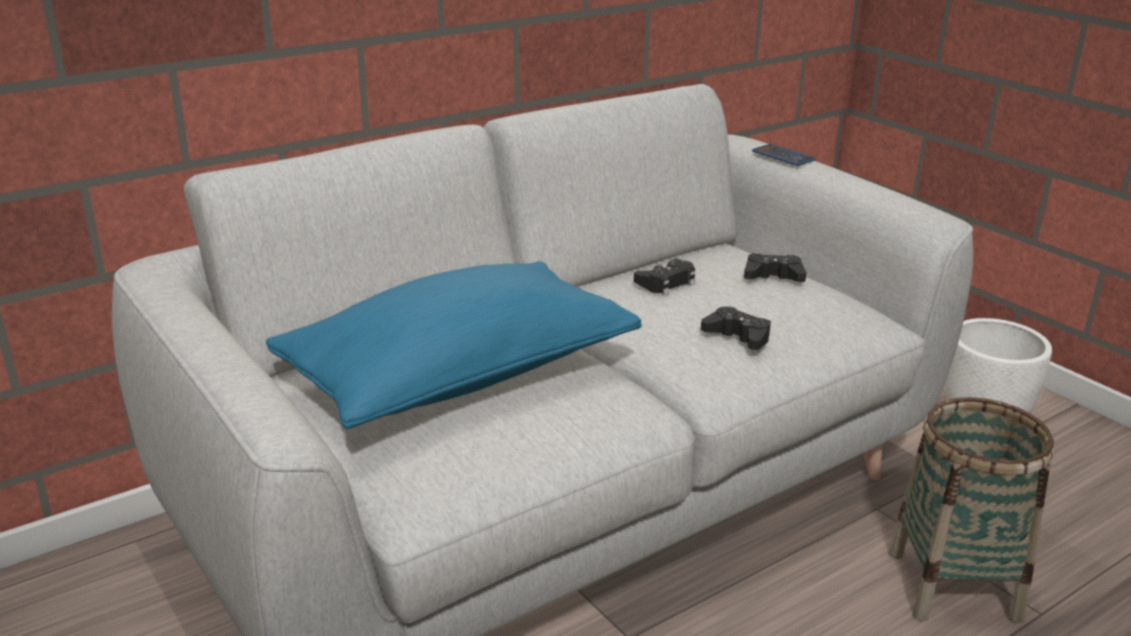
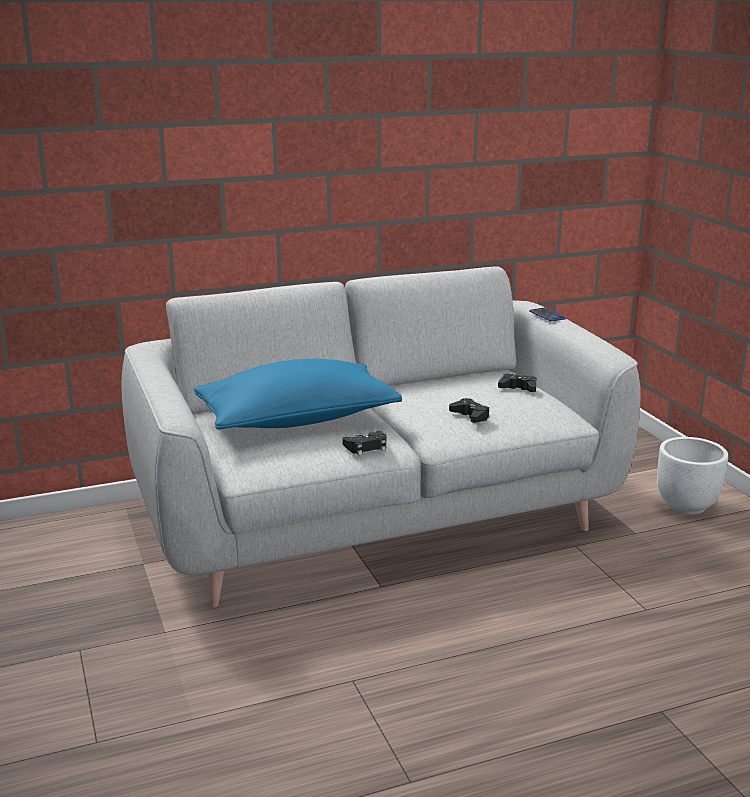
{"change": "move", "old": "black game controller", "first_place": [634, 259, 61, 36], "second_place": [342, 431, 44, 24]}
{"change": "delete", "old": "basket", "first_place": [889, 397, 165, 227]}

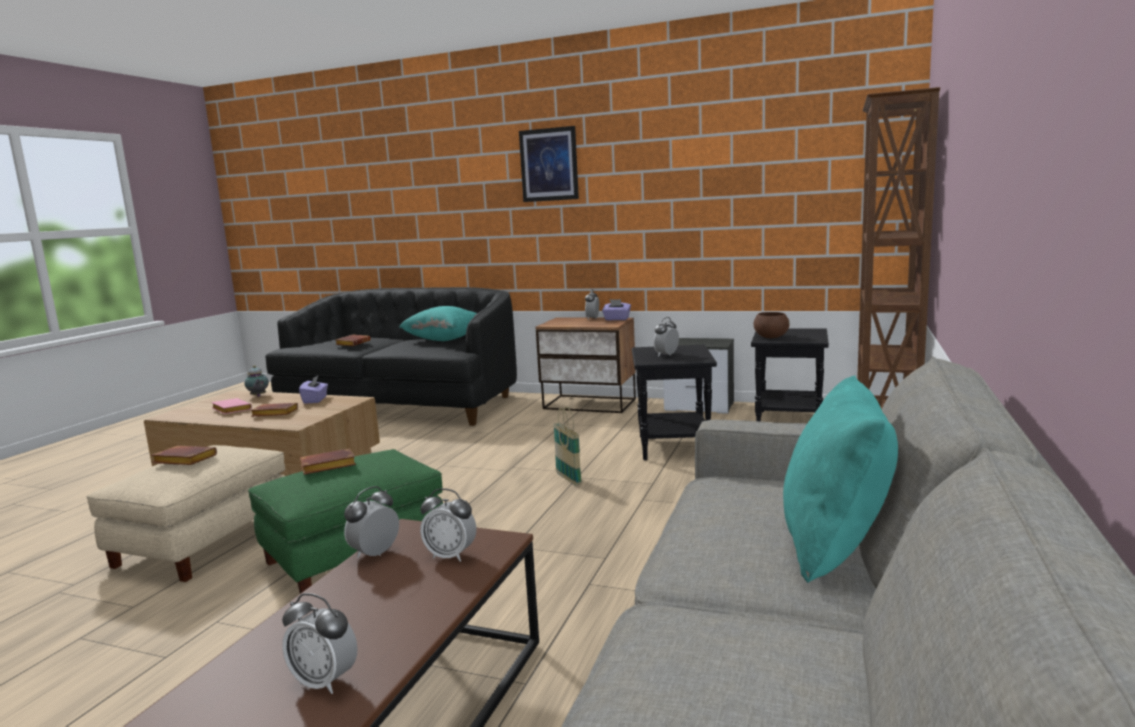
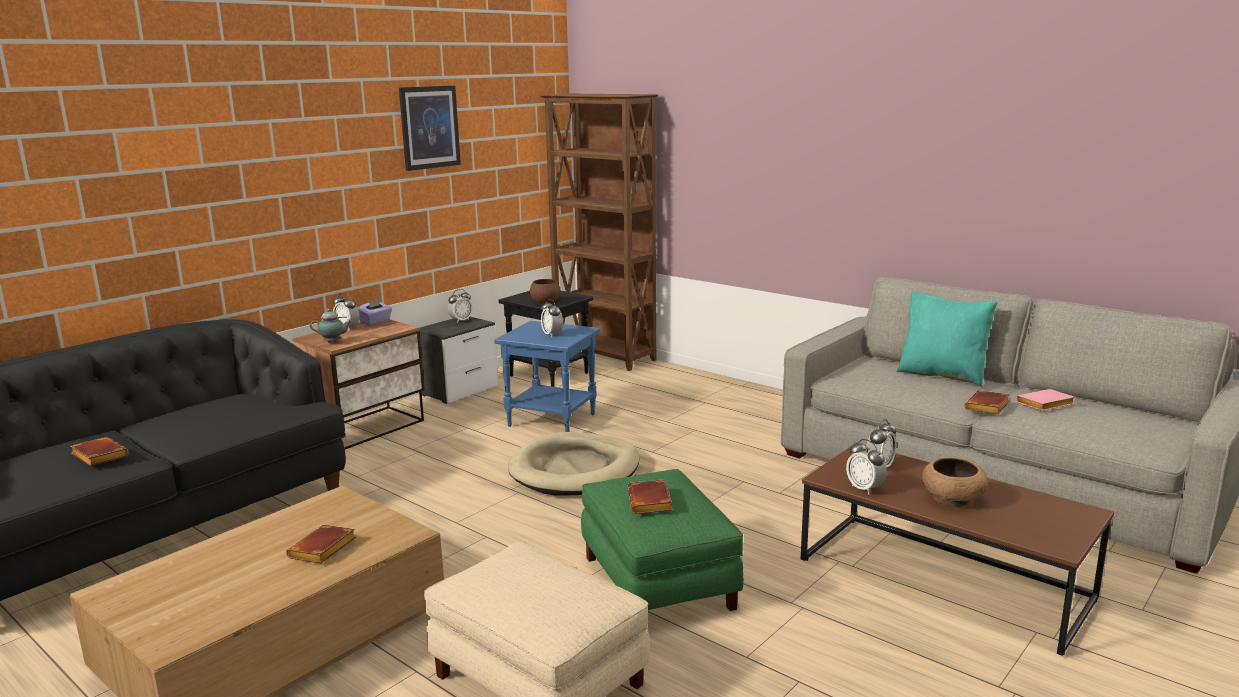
{"change": "move", "old": "picture", "first_place": [519, 126, 60, 76], "second_place": [399, 86, 62, 85]}
{"change": "delete", "old": "turquoise pillow", "first_place": [399, 306, 78, 35]}
{"change": "recolor", "old": "black side table", "new": "blue side table", "first_place": [632, 345, 85, 115], "second_place": [494, 321, 106, 111]}
{"change": "move", "old": "teapot", "first_place": [244, 365, 25, 32], "second_place": [310, 309, 42, 34]}
{"change": "delete", "old": "purple tissue box", "first_place": [299, 375, 29, 29]}
{"change": "move", "old": "pink book", "first_place": [211, 398, 41, 16], "second_place": [1017, 389, 58, 22]}
{"change": "replace", "old": "basket", "new": "beige dog bed", "first_place": [553, 407, 29, 79], "second_place": [508, 432, 132, 63]}
{"change": "move", "old": "brown book", "first_place": [151, 446, 66, 19], "second_place": [965, 390, 45, 24]}
{"change": "move", "old": "alarm clock", "first_place": [282, 593, 76, 101], "second_place": [448, 289, 25, 34]}
{"change": "insert", "new": "brown bowl", "second_place": [922, 457, 66, 50]}

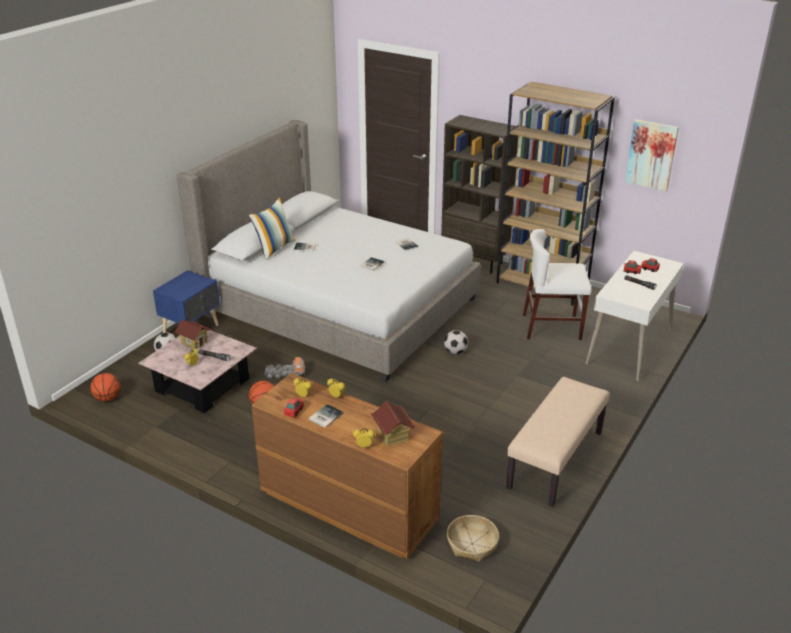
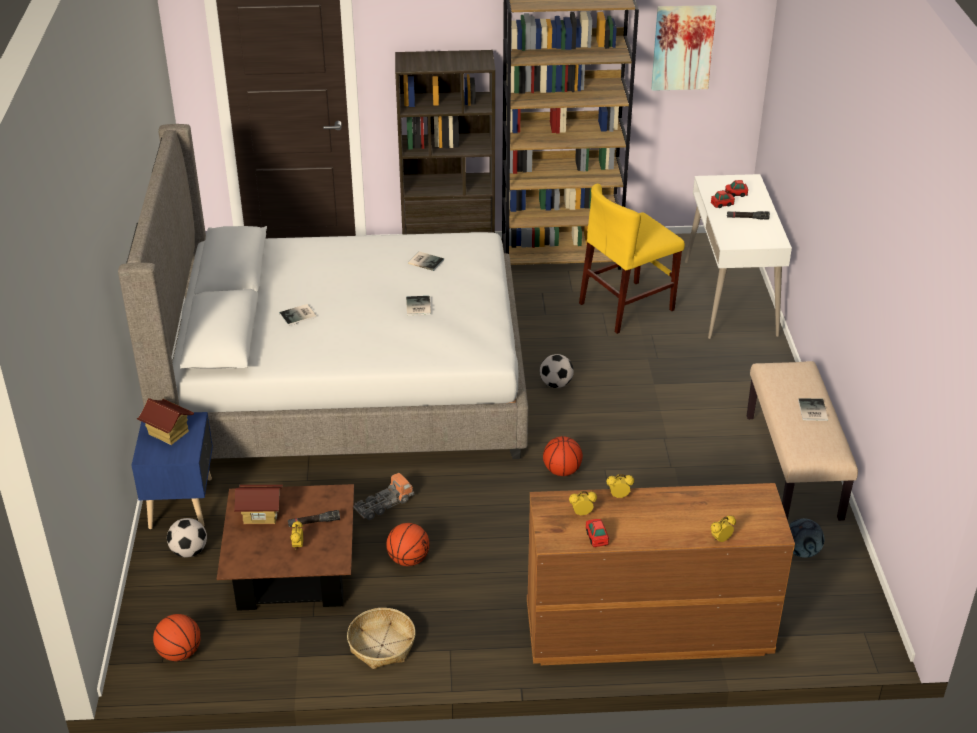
{"change": "delete", "old": "pillow", "first_place": [249, 197, 46, 63]}
{"change": "recolor", "old": "white chair", "new": "yellow chair", "first_place": [523, 229, 69, 111], "second_place": [579, 184, 106, 150]}
{"change": "recolor", "old": "pink coffee table", "new": "brown coffee table", "first_place": [138, 330, 119, 83], "second_place": [217, 484, 137, 127]}
{"change": "move", "old": "toy house", "first_place": [371, 401, 44, 45], "second_place": [137, 398, 57, 47]}
{"change": "move", "old": "book", "first_place": [309, 404, 35, 24], "second_place": [798, 398, 30, 23]}
{"change": "move", "old": "basket", "first_place": [447, 515, 52, 47], "second_place": [347, 608, 68, 61]}
{"change": "insert", "new": "basketball", "second_place": [543, 436, 40, 40]}
{"change": "insert", "new": "football", "second_place": [789, 518, 36, 40]}

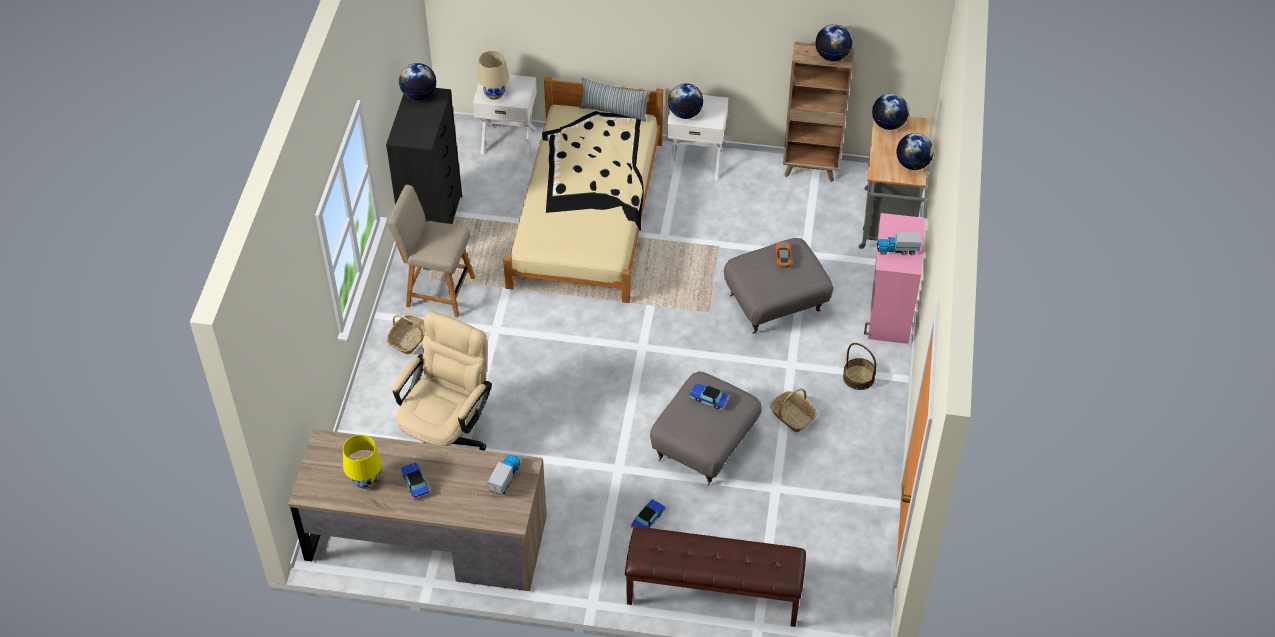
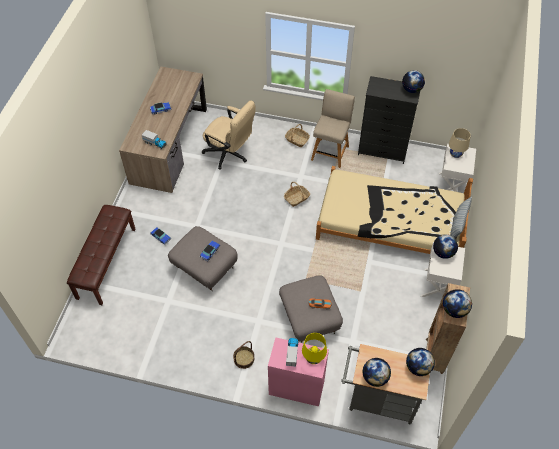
{"change": "move", "old": "basket", "first_place": [770, 388, 47, 44], "second_place": [284, 182, 26, 25]}
{"change": "move", "old": "yellow table lamp", "first_place": [343, 435, 39, 54], "second_place": [302, 333, 25, 31]}

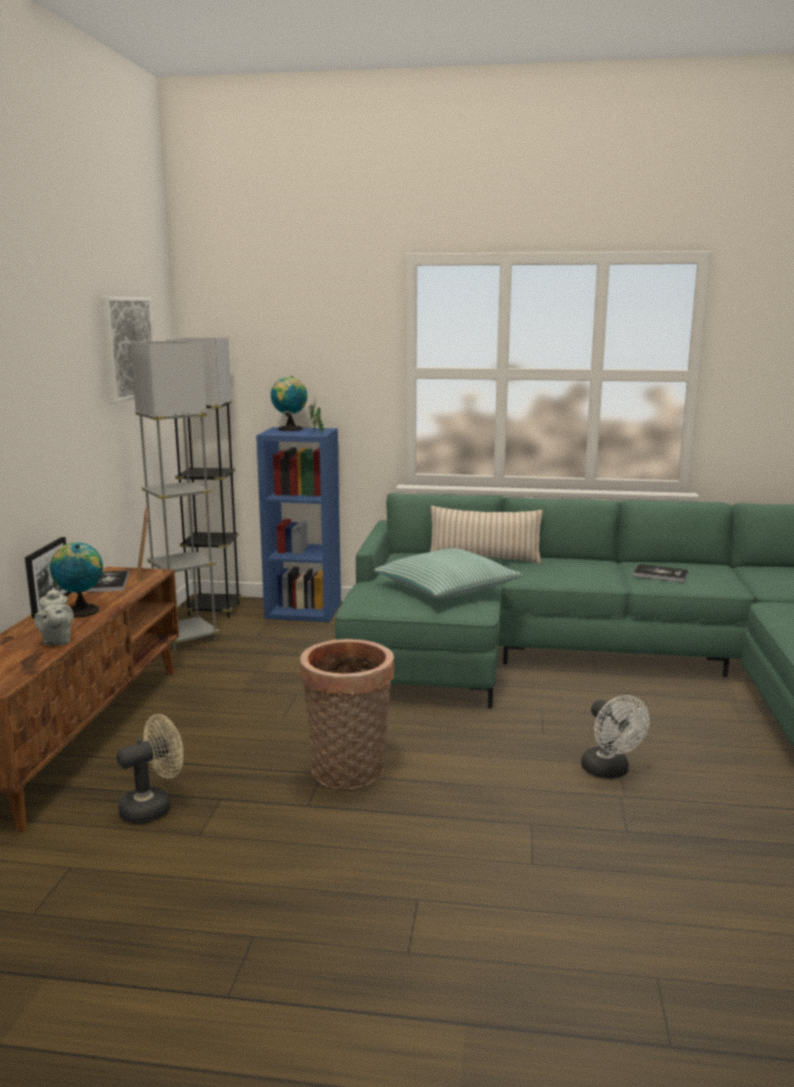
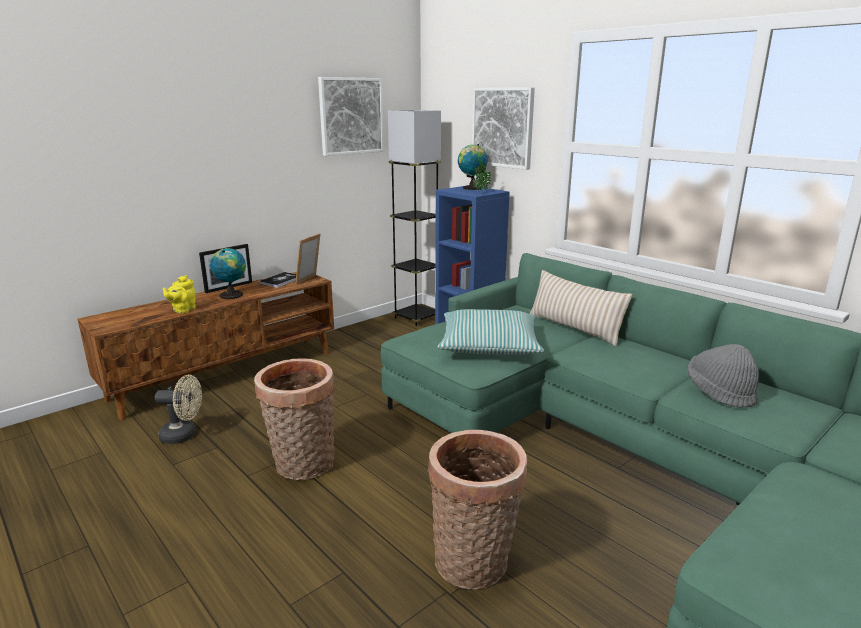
{"change": "delete", "old": "grey floor lamp", "first_place": [130, 340, 90, 311]}
{"change": "replace", "old": "book", "new": "grey hat", "first_place": [633, 564, 56, 18], "second_place": [687, 344, 72, 64]}
{"change": "recolor", "old": "grey teapot", "new": "yellow teapot", "first_place": [34, 588, 40, 57], "second_place": [163, 275, 33, 38]}
{"change": "replace", "old": "white fan", "new": "basket", "first_place": [581, 695, 68, 84], "second_place": [427, 430, 100, 159]}
{"change": "insert", "new": "picture", "second_place": [472, 87, 63, 83]}

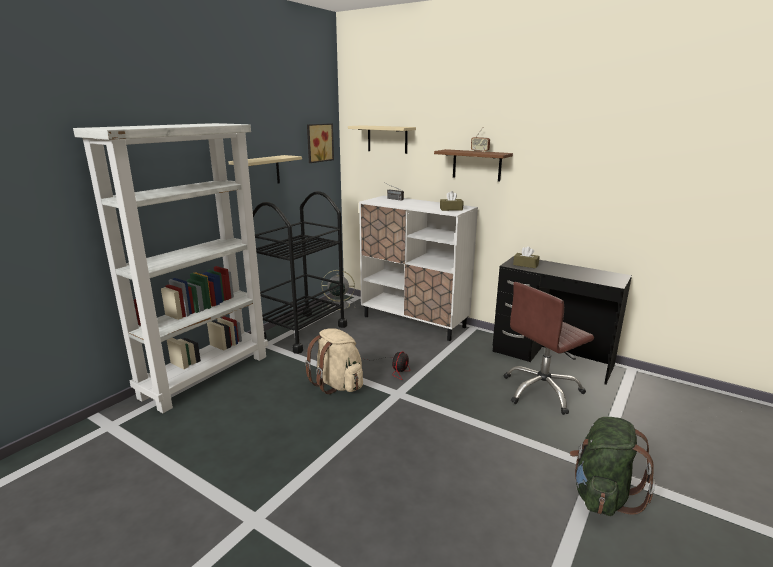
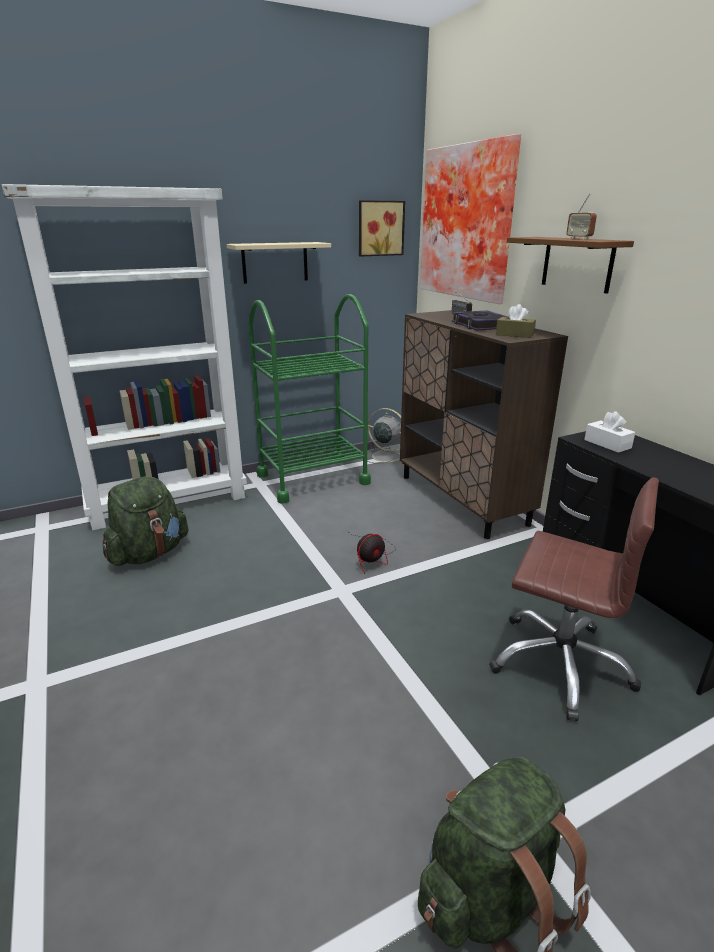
{"change": "replace", "old": "beige shelf", "new": "picture", "first_place": [348, 125, 68, 29], "second_place": [420, 134, 101, 170]}
{"change": "recolor", "old": "black cart", "new": "green cart", "first_place": [253, 191, 94, 163], "second_place": [248, 294, 123, 210]}
{"change": "recolor", "old": "white cabinet", "new": "brown cabinet", "first_place": [359, 196, 119, 145], "second_place": [400, 310, 168, 229]}
{"change": "recolor", "old": "brown tissue box", "new": "white tissue box", "first_place": [513, 246, 27, 22], "second_place": [584, 411, 51, 42]}
{"change": "rotate", "old": "brown office chair", "first_place": [504, 282, 90, 133], "second_place": [489, 478, 170, 243], "degrees": -150}
{"change": "delete", "old": "beige backpack", "first_place": [305, 328, 58, 66]}
{"change": "insert", "new": "book", "second_place": [452, 310, 56, 21]}
{"change": "insert", "new": "green backpack", "second_place": [103, 476, 85, 90]}

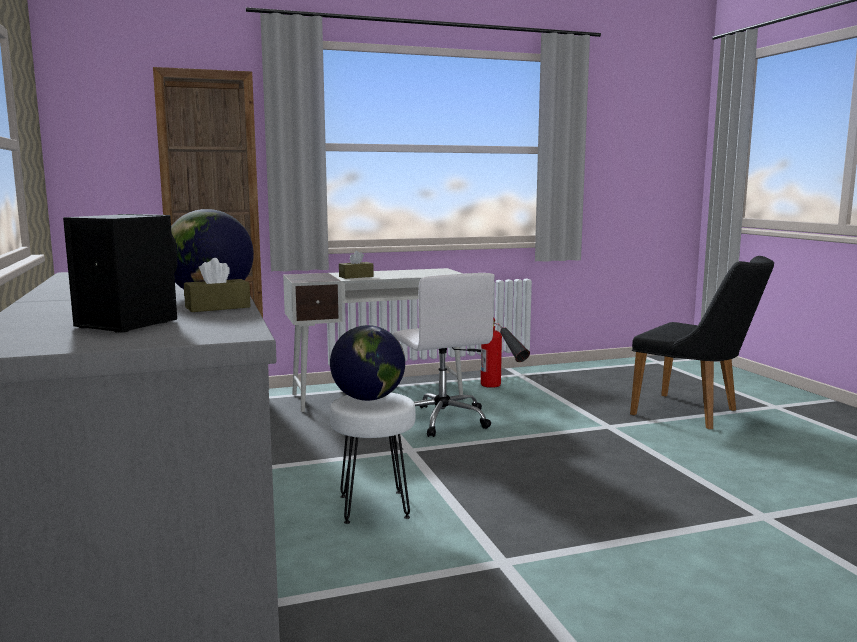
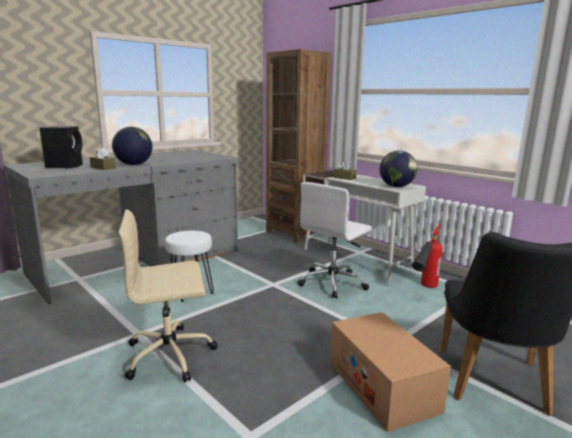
{"change": "move", "old": "globe", "first_place": [330, 325, 75, 76], "second_place": [380, 150, 37, 37]}
{"change": "insert", "new": "beige office chair", "second_place": [118, 209, 99, 173]}
{"change": "insert", "new": "cardboard box", "second_place": [330, 312, 121, 120]}

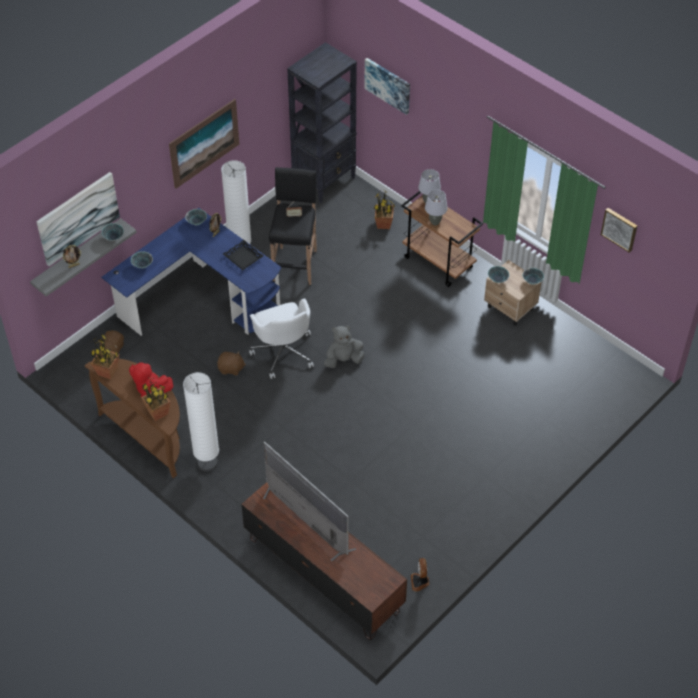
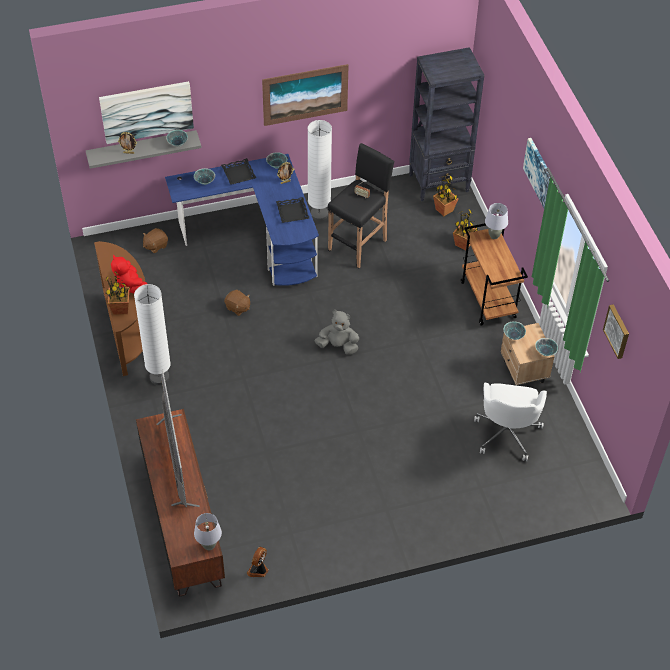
{"change": "move", "old": "picture", "first_place": [364, 58, 46, 57], "second_place": [523, 138, 31, 70]}
{"change": "move", "old": "grey table lamp", "first_place": [425, 189, 23, 36], "second_place": [194, 513, 28, 37]}
{"change": "move", "old": "white office chair", "first_place": [249, 298, 65, 81], "second_place": [474, 383, 73, 78]}
{"change": "move", "old": "potted plant", "first_place": [90, 335, 29, 44], "second_place": [433, 175, 26, 41]}
{"change": "insert", "new": "black tray", "second_place": [221, 158, 35, 27]}

